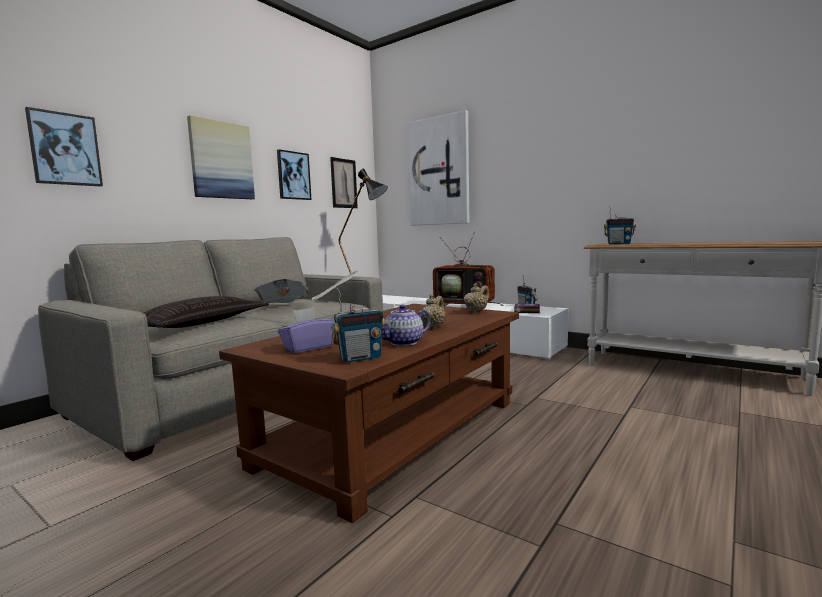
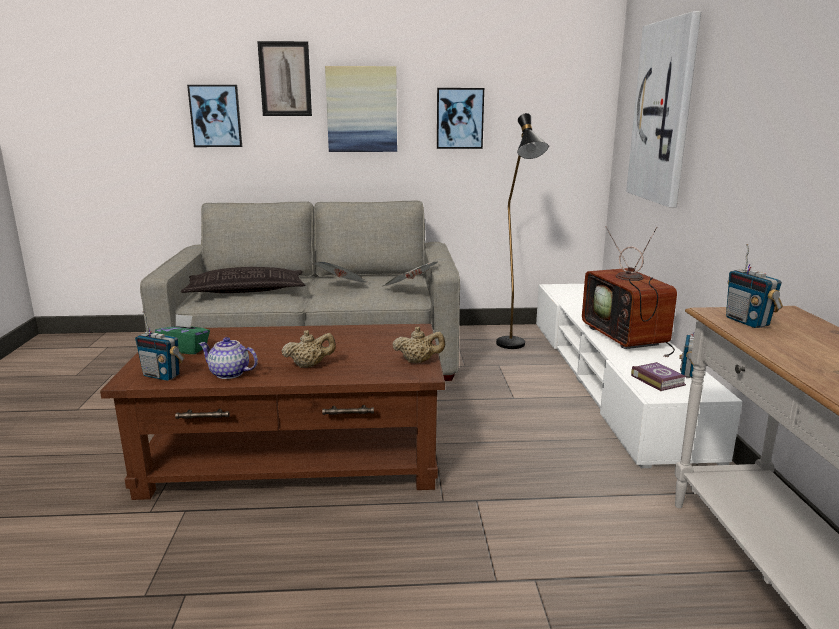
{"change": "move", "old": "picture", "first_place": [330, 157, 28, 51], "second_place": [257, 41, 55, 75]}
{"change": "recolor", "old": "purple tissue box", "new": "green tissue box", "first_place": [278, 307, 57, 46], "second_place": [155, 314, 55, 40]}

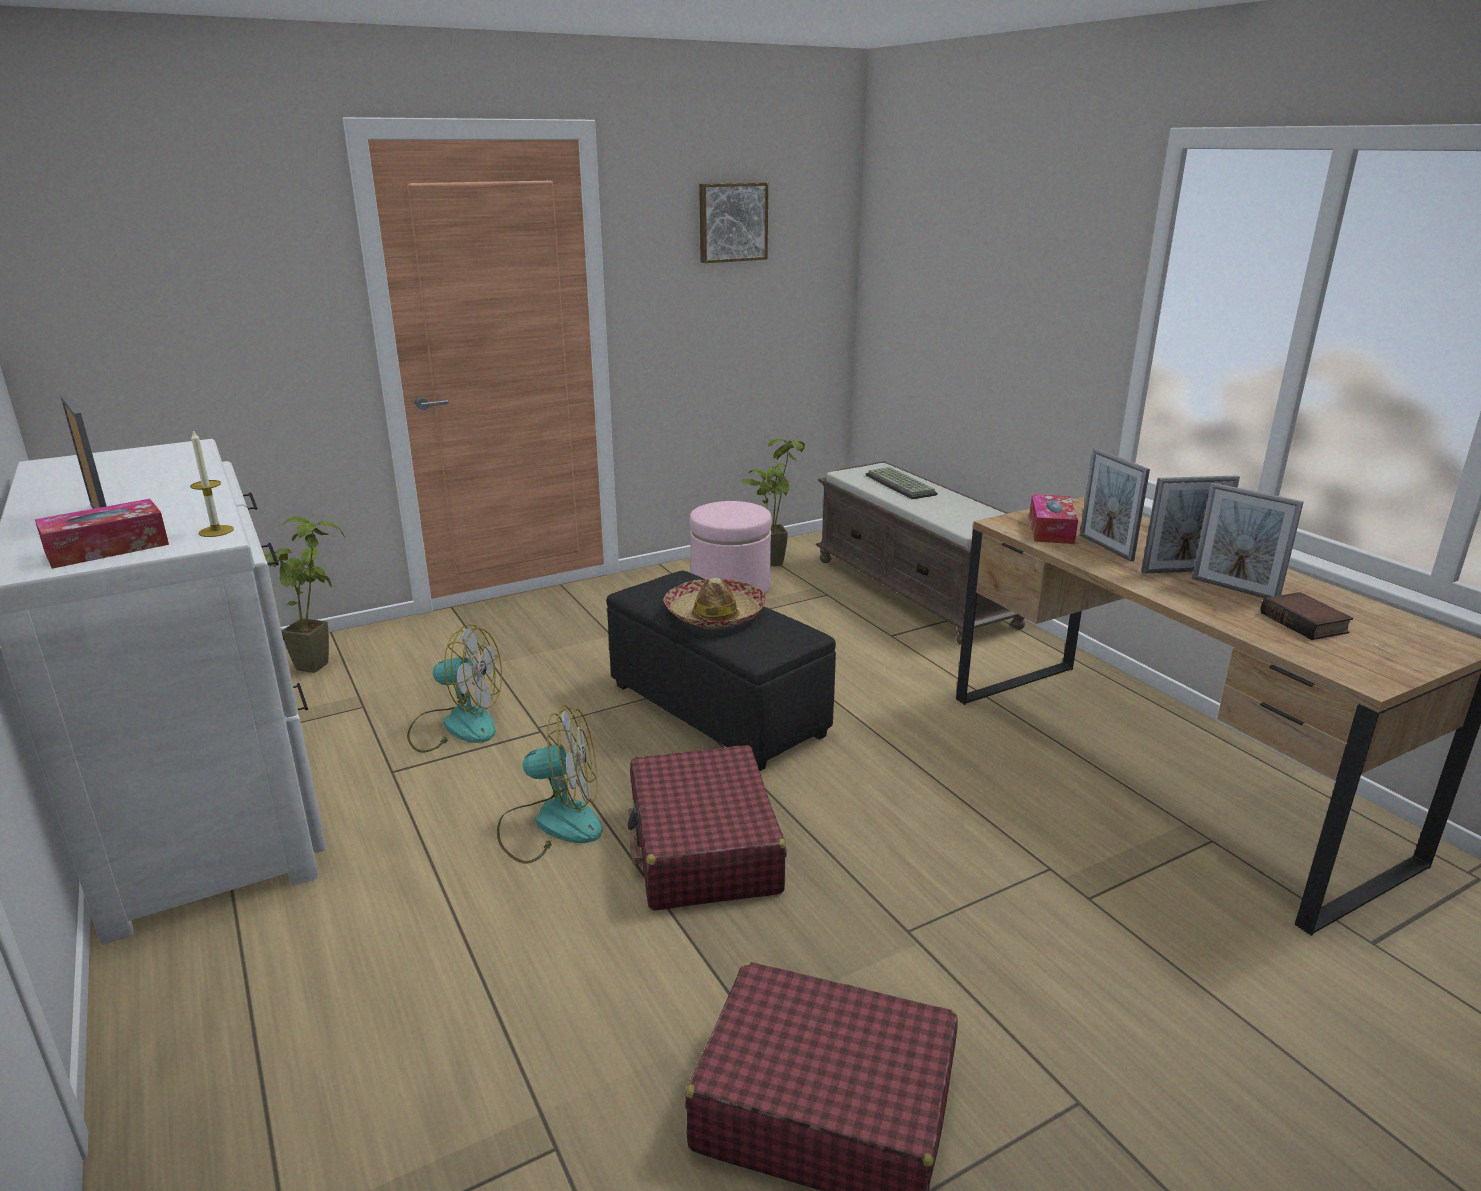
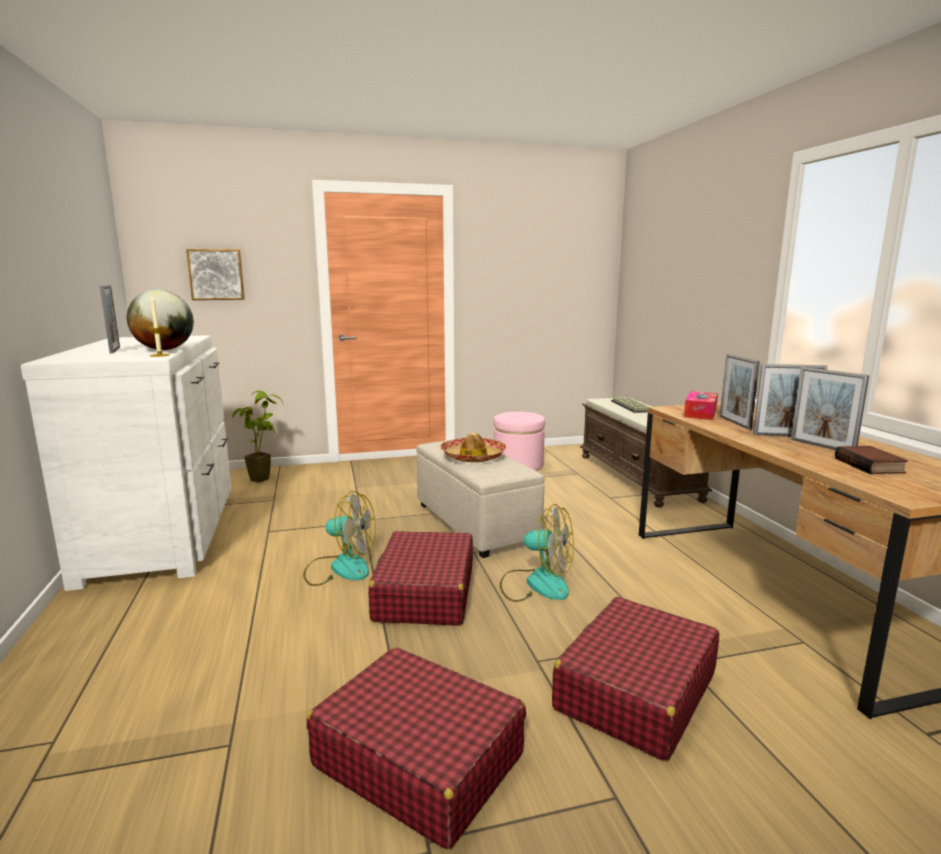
{"change": "move", "old": "picture", "first_place": [699, 182, 69, 81], "second_place": [186, 249, 59, 51]}
{"change": "delete", "old": "potted plant", "first_place": [741, 439, 64, 127]}
{"change": "delete", "old": "tissue box", "first_place": [35, 499, 134, 70]}
{"change": "recolor", "old": "black ottoman", "new": "beige ottoman", "first_place": [607, 571, 229, 200], "second_place": [416, 439, 128, 119]}
{"change": "move", "old": "fan", "first_place": [407, 624, 95, 129], "second_place": [500, 504, 74, 98]}
{"change": "insert", "new": "globe", "second_place": [127, 290, 67, 60]}
{"change": "insert", "new": "red suitcase", "second_place": [552, 597, 167, 164]}

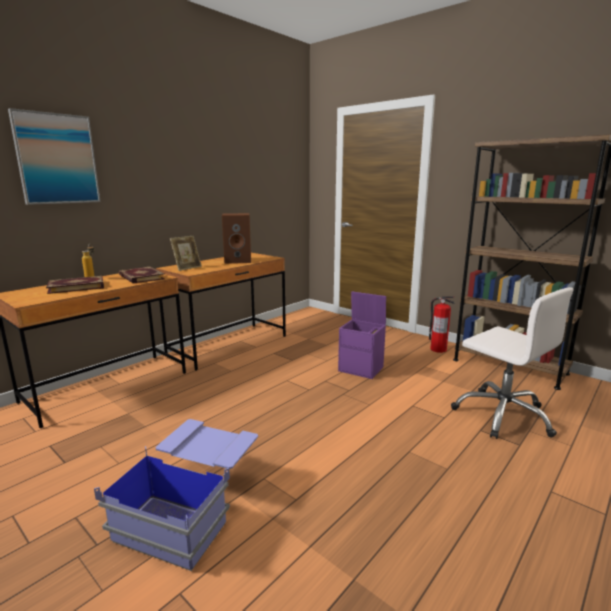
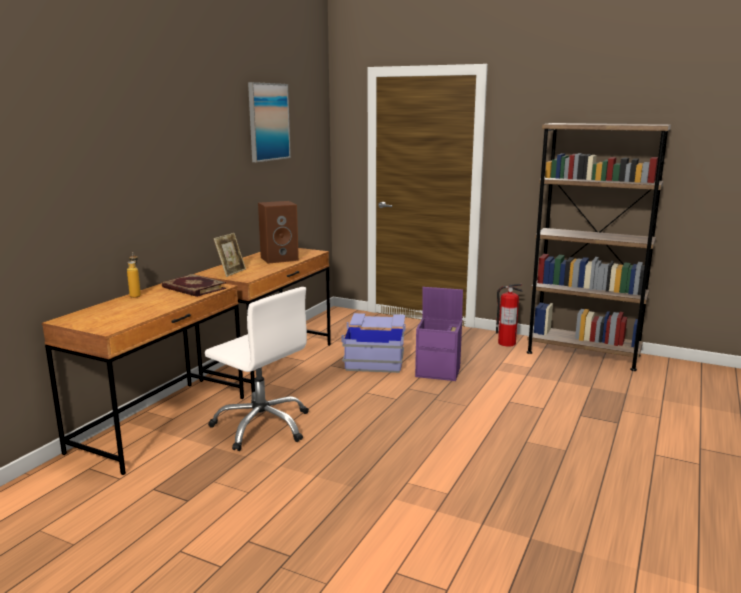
{"change": "move", "old": "picture", "first_place": [8, 108, 93, 97], "second_place": [248, 82, 43, 80]}
{"change": "delete", "old": "book", "first_place": [46, 276, 58, 18]}
{"change": "move", "old": "white office chair", "first_place": [451, 287, 123, 152], "second_place": [205, 287, 104, 164]}
{"change": "move", "old": "blue storage box", "first_place": [94, 419, 164, 152], "second_place": [341, 313, 64, 60]}

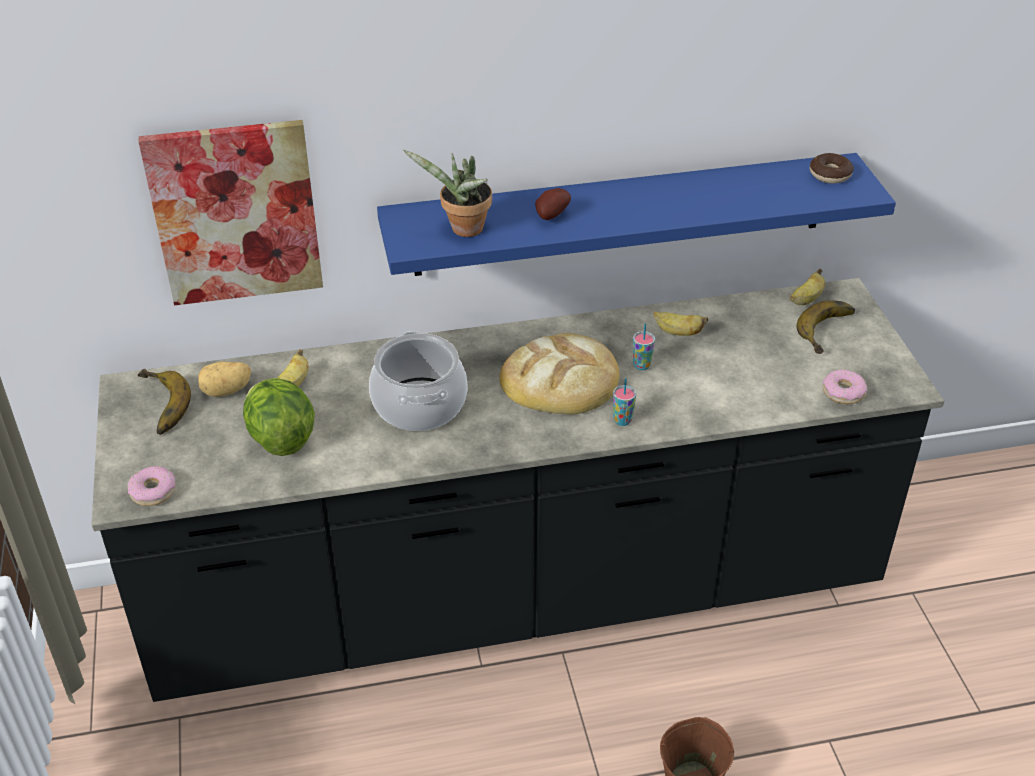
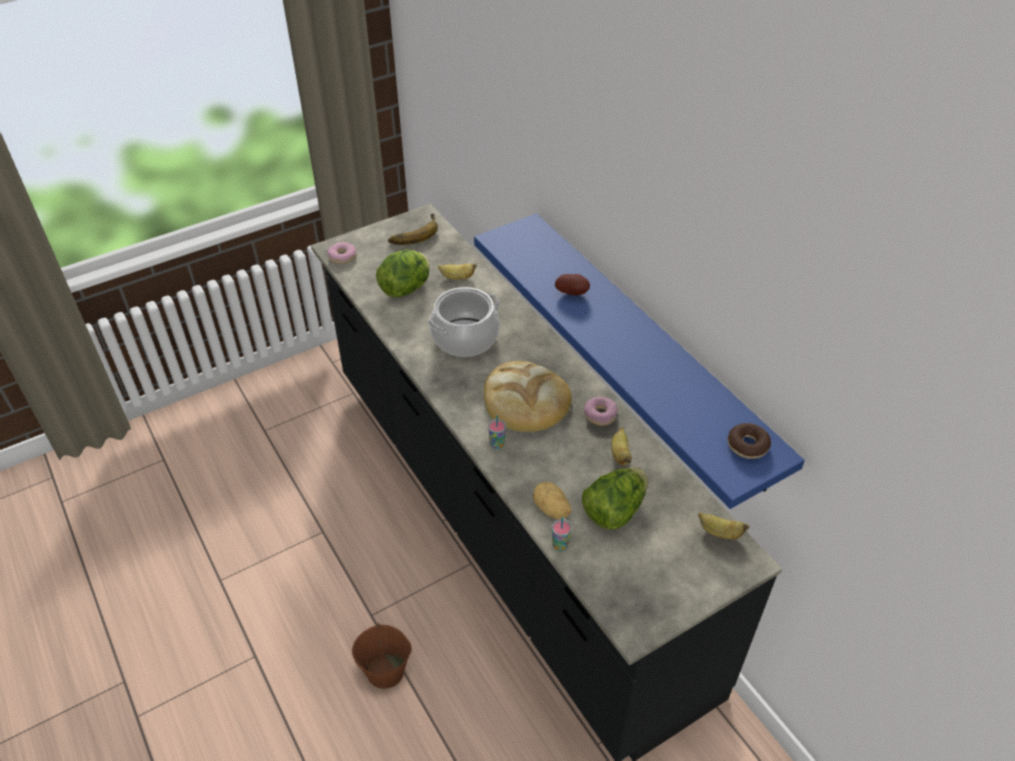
{"change": "delete", "old": "picture", "first_place": [139, 120, 184, 185]}
{"change": "delete", "old": "potted plant", "first_place": [403, 150, 89, 87]}
{"change": "delete", "old": "banana", "first_place": [797, 300, 58, 54]}
{"change": "move", "old": "cup", "first_place": [633, 323, 22, 47], "second_place": [552, 517, 20, 34]}
{"change": "move", "old": "potato", "first_place": [198, 361, 53, 36], "second_place": [533, 482, 38, 37]}
{"change": "move", "old": "donut", "first_place": [823, 369, 44, 35], "second_place": [584, 396, 34, 30]}
{"change": "insert", "new": "lettuce", "second_place": [582, 467, 66, 63]}

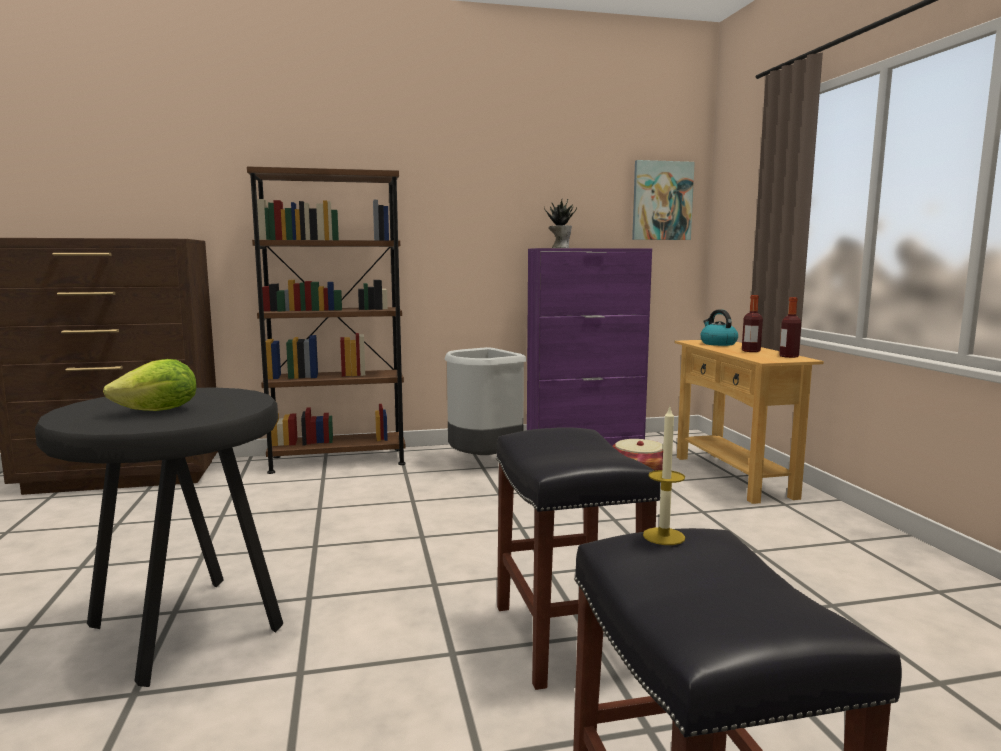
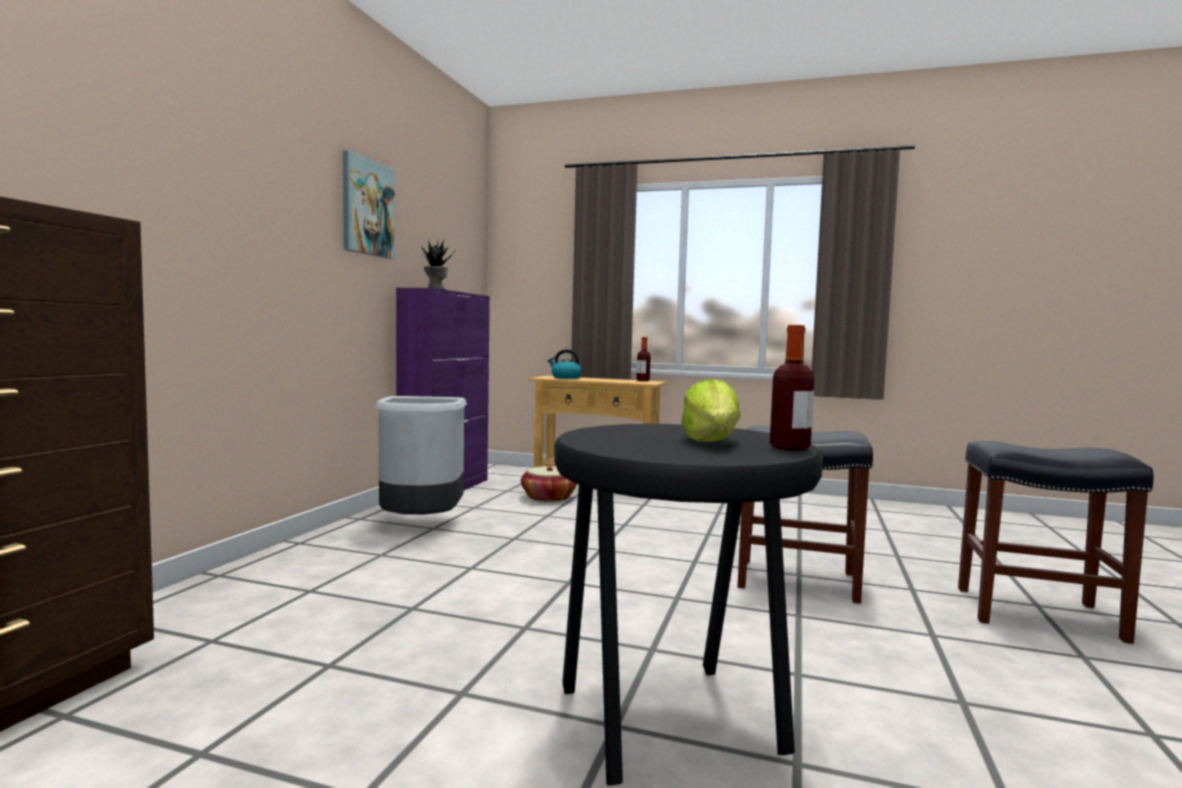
{"change": "move", "old": "picture", "first_place": [632, 160, 63, 80], "second_place": [343, 150, 52, 109]}
{"change": "delete", "old": "brown bookcase", "first_place": [247, 166, 159, 308]}
{"change": "move", "old": "bottle", "first_place": [742, 295, 21, 57], "second_place": [770, 325, 44, 125]}
{"change": "delete", "old": "candle", "first_place": [643, 407, 42, 138]}

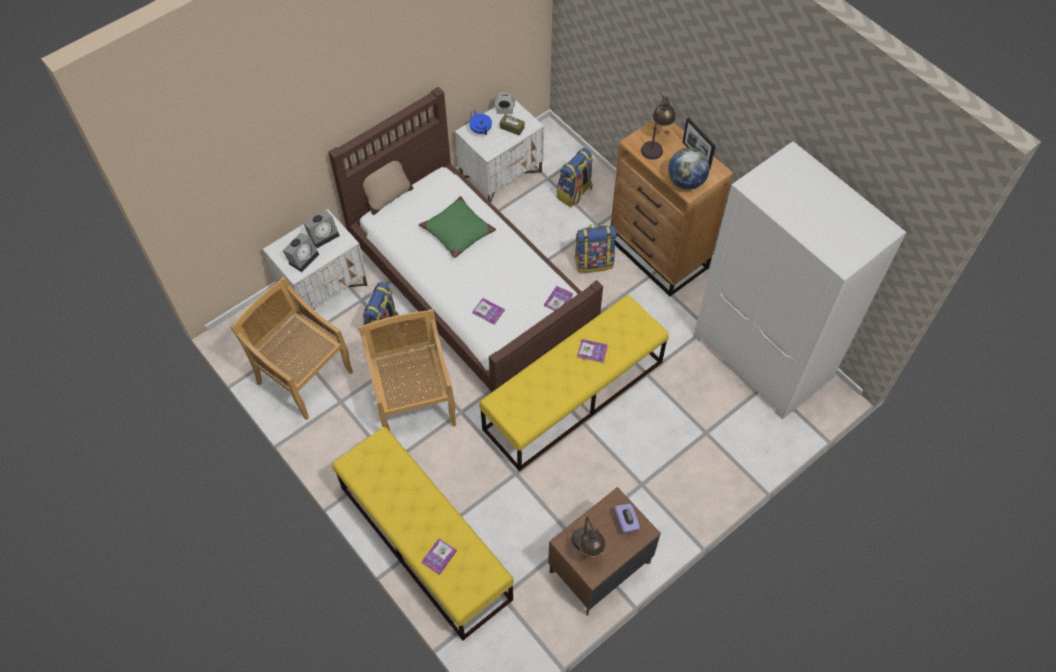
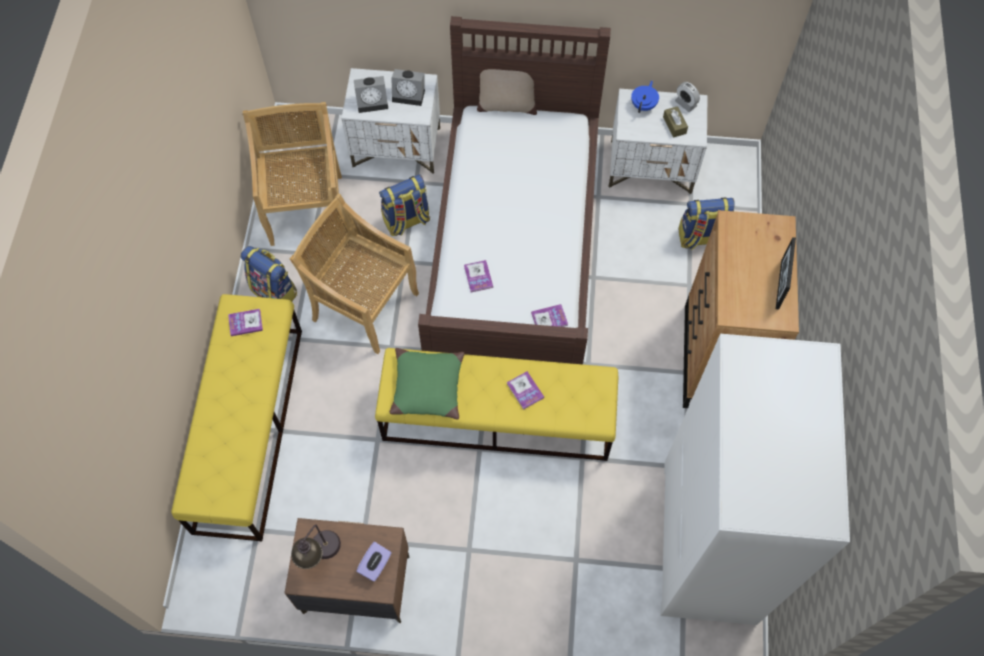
{"change": "delete", "old": "table lamp", "first_place": [641, 96, 35, 64]}
{"change": "delete", "old": "globe", "first_place": [668, 148, 42, 42]}
{"change": "move", "old": "green pillow", "first_place": [419, 196, 77, 62], "second_place": [390, 348, 74, 72]}
{"change": "move", "old": "backpack", "first_place": [574, 224, 43, 49], "second_place": [241, 246, 56, 55]}
{"change": "rotate", "old": "beige chair", "first_place": [359, 309, 97, 122], "second_place": [290, 194, 129, 160], "degrees": -90}
{"change": "move", "old": "book", "first_place": [422, 538, 35, 37], "second_place": [228, 309, 35, 27]}

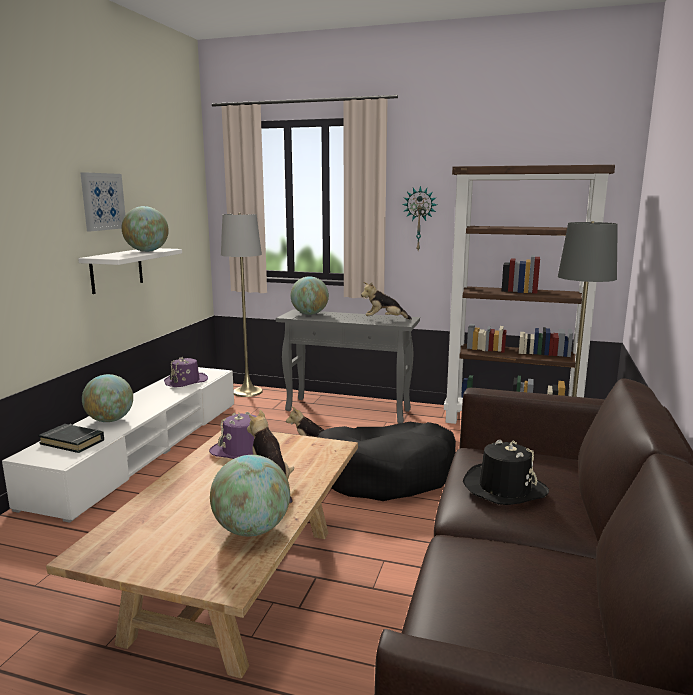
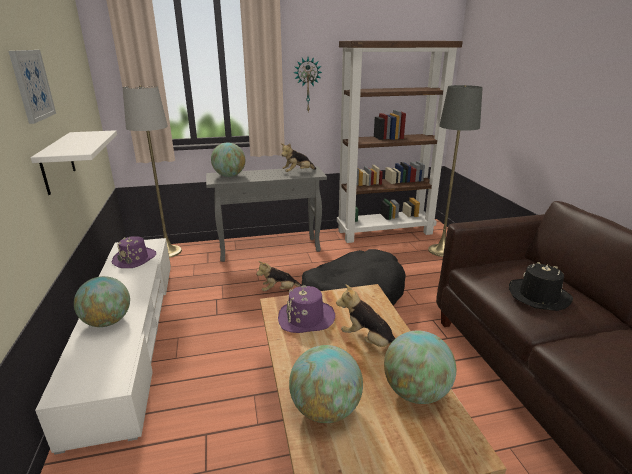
{"change": "move", "old": "globe", "first_place": [122, 206, 47, 46], "second_place": [289, 345, 74, 78]}
{"change": "delete", "old": "black book", "first_place": [38, 424, 66, 29]}

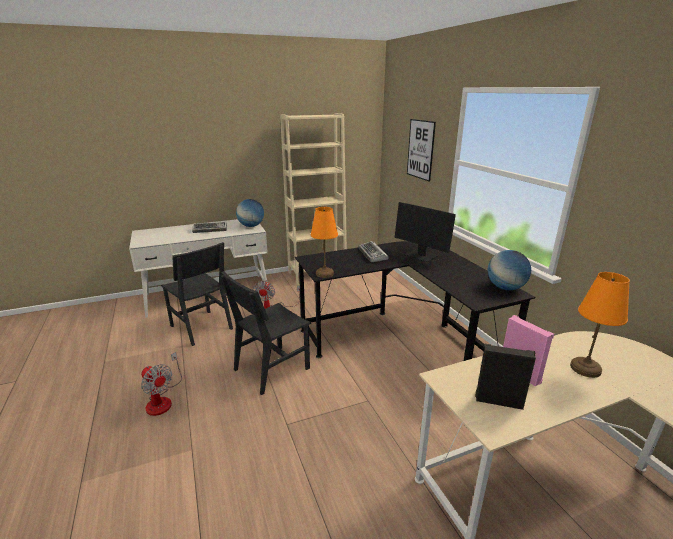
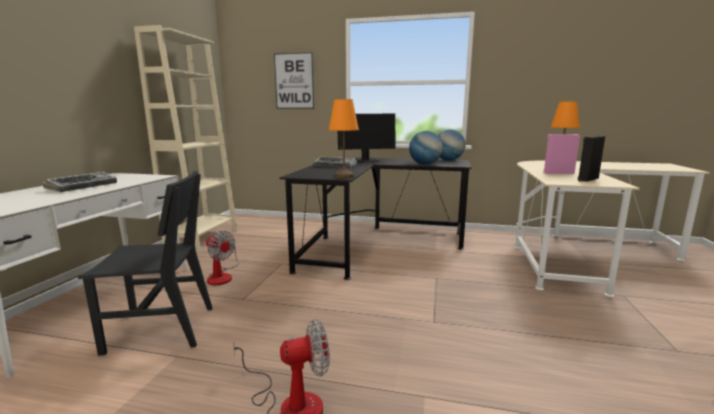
{"change": "move", "old": "globe", "first_place": [236, 199, 28, 28], "second_place": [409, 131, 34, 33]}
{"change": "delete", "old": "black chair", "first_place": [221, 271, 90, 124]}

